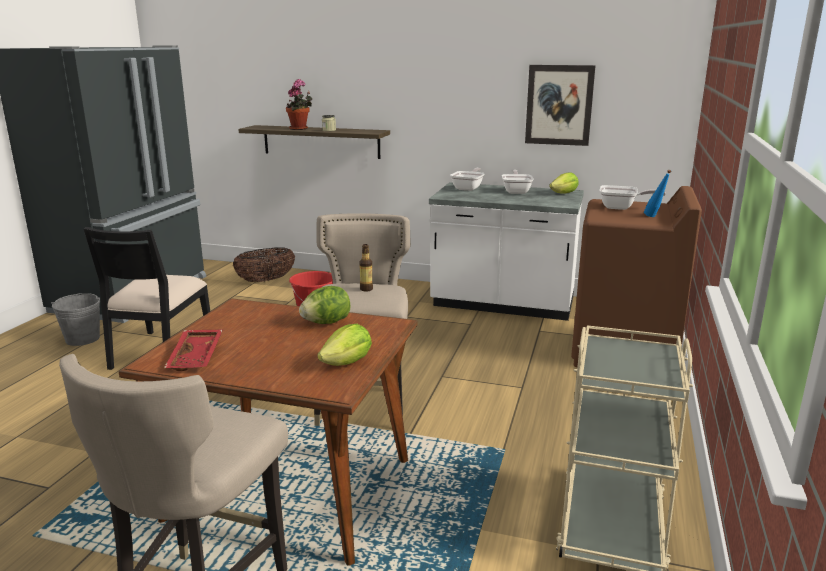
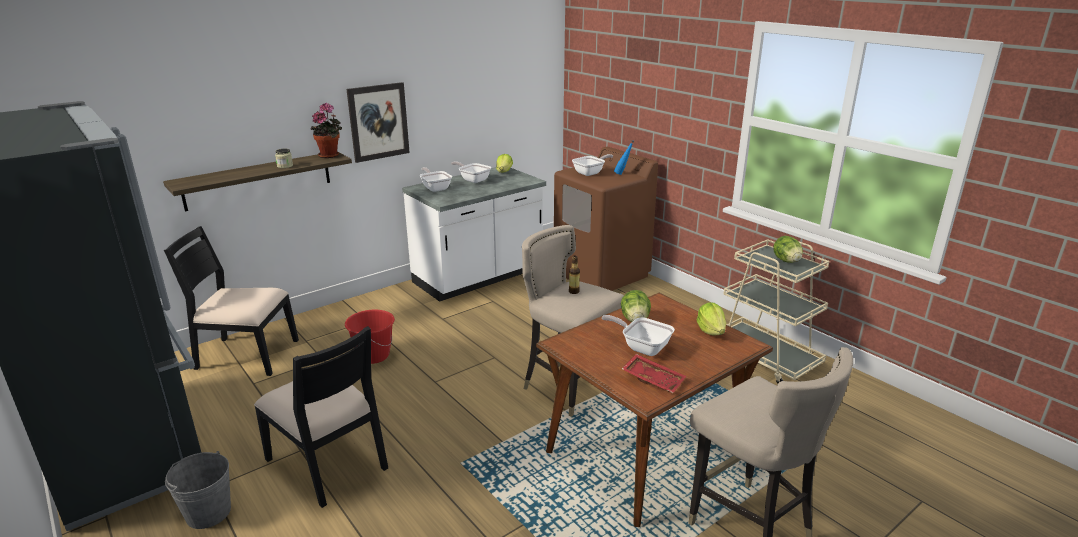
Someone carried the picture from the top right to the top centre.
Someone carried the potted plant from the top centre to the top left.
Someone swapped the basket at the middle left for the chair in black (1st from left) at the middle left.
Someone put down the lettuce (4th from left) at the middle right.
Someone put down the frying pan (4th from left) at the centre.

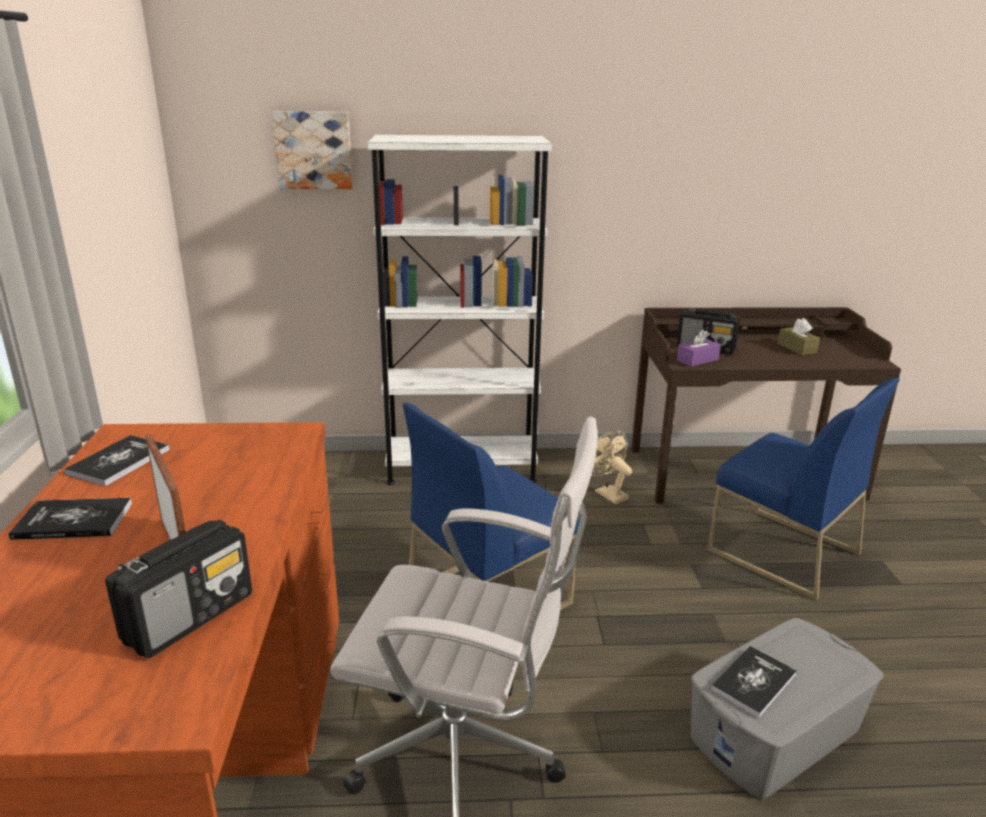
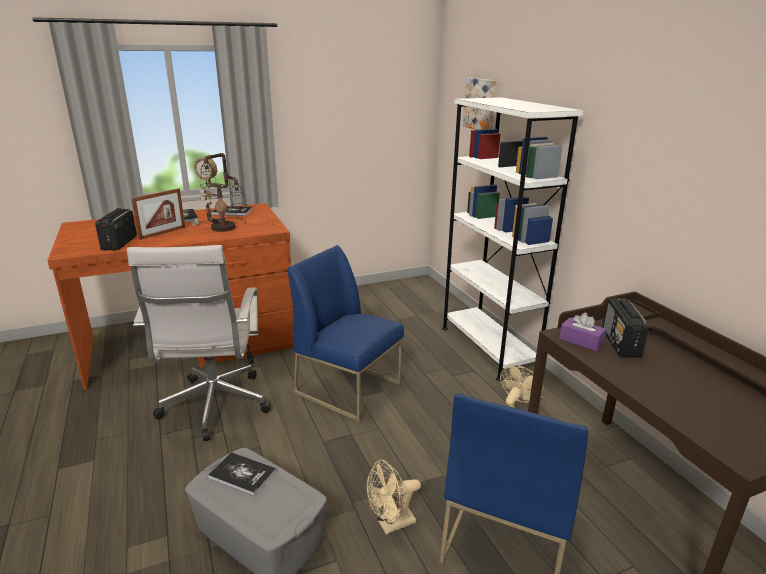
Someone took away the tissue box in brown at the middle right.
Someone rotated the radio (1st from left) at the bottom left by 75 degrees clockwise.
Someone put down the table lamp at the middle left.
Someone put down the fan in beige (1st from left) at the bottom centre.

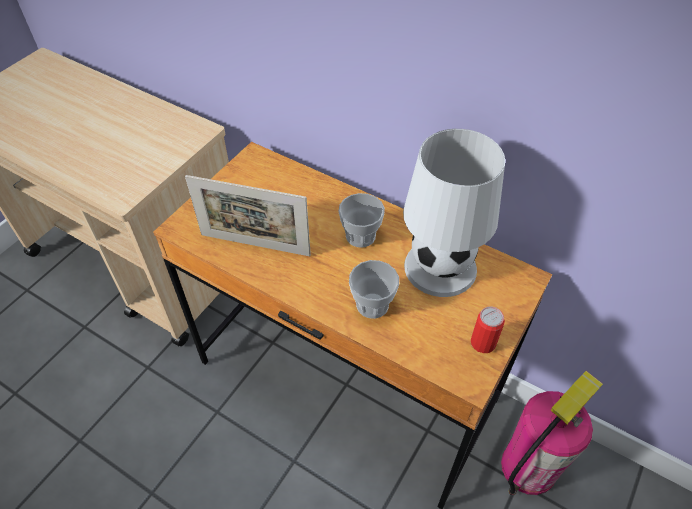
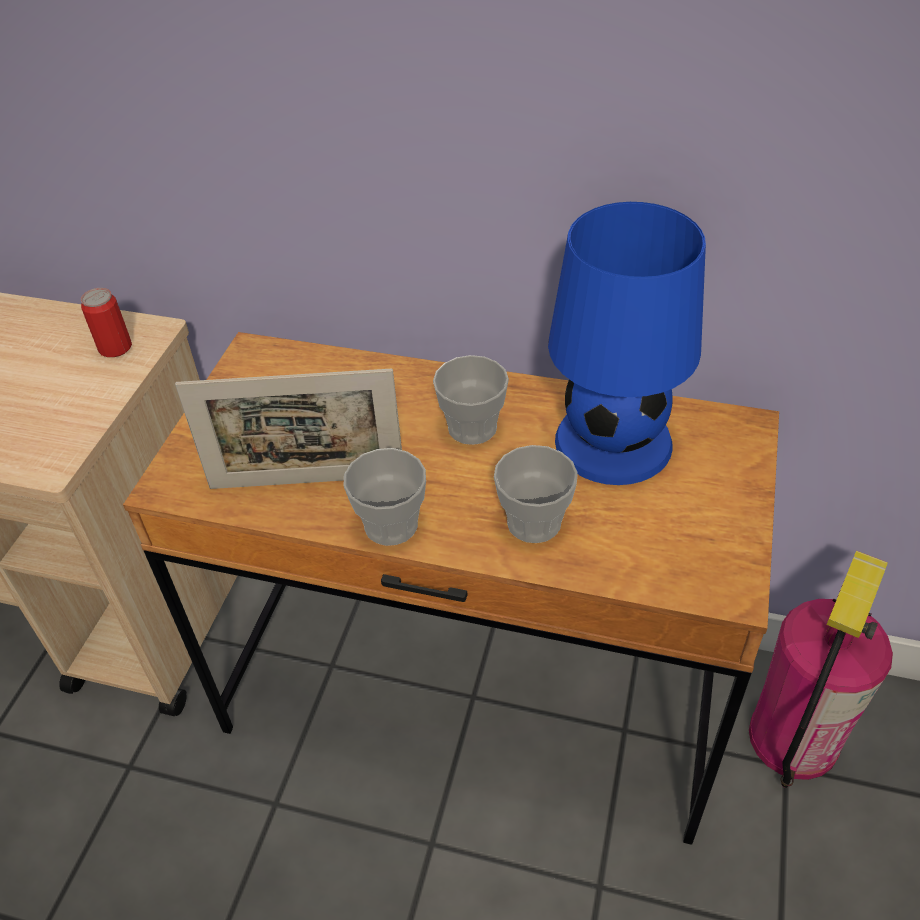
Someone repainted the table lamp in white at the centre, which became the table lamp in blue at the middle right.
Someone carried the can from the middle right to the middle left.
Someone put down the cup (1st from left) at the centre.

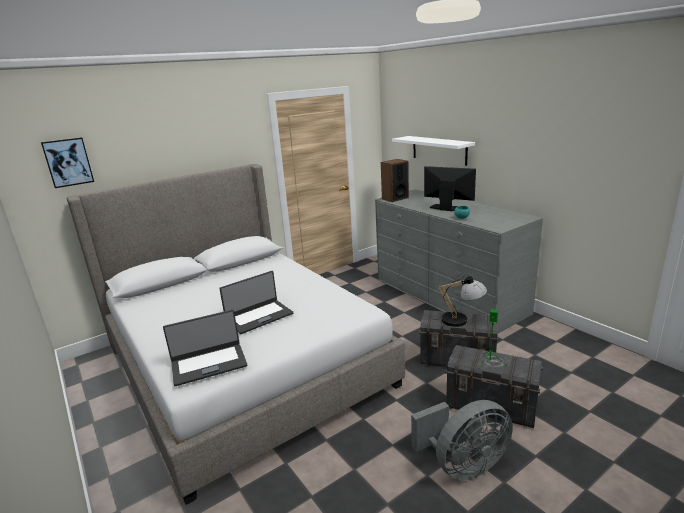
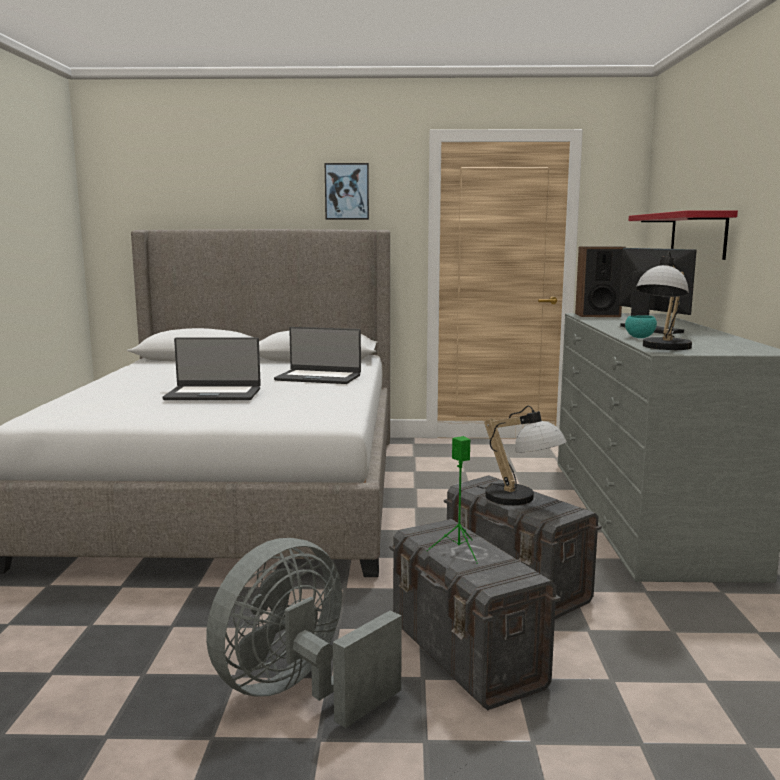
Someone repainted the shelf in white at the top centre, which became the shelf in red at the top right.
Someone carried the picture from the top left to the top centre.
Someone carried the laptop (1st from left in the first image) from the bottom left to the centre.
Someone rotated the fan in grey at the bottom right by 120 degrees clockwise.
Someone put down the table lamp (2nd from left) at the middle right.

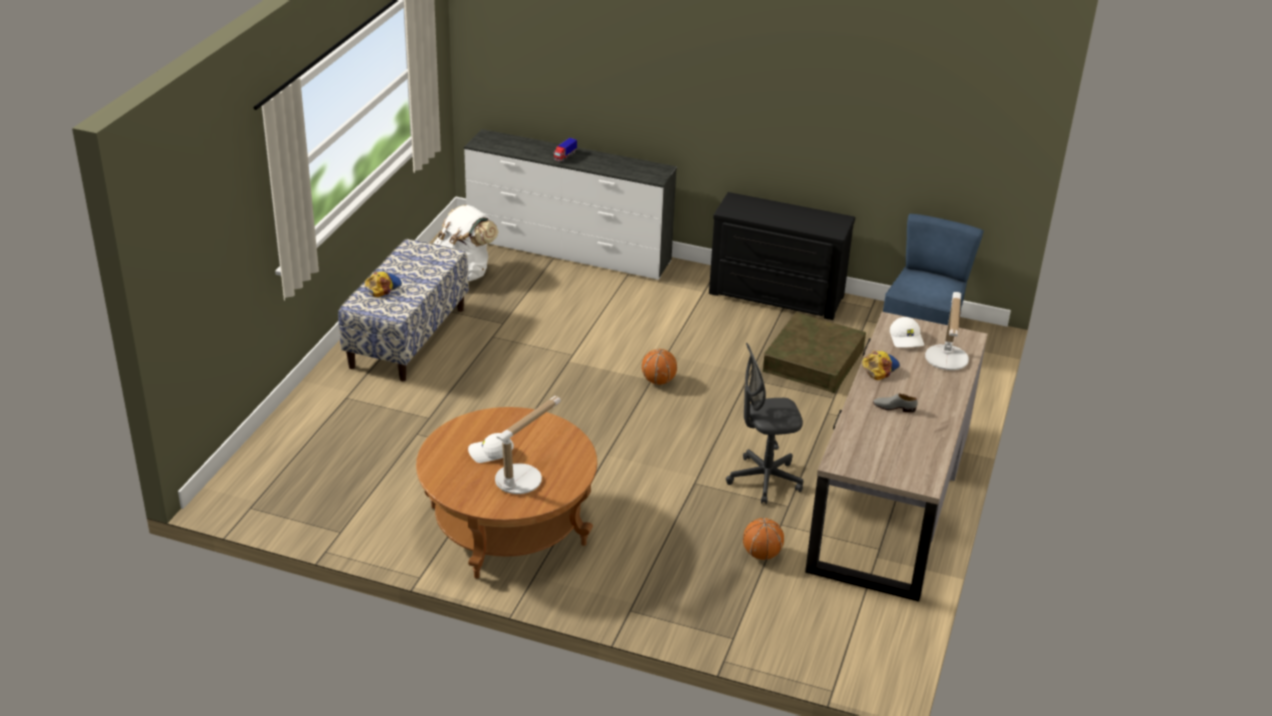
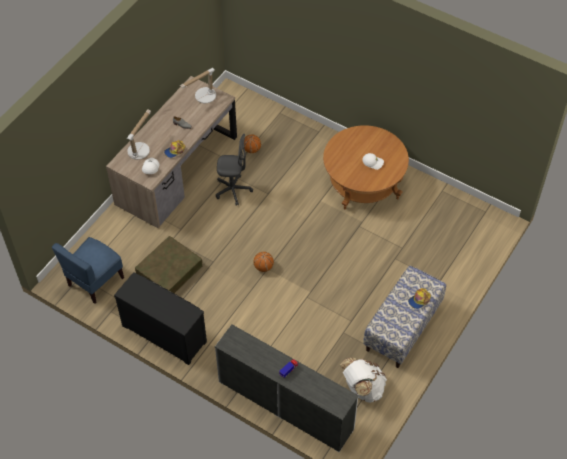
Someone carried the table lamp (1st from left in the first image) from the centre to the top centre.

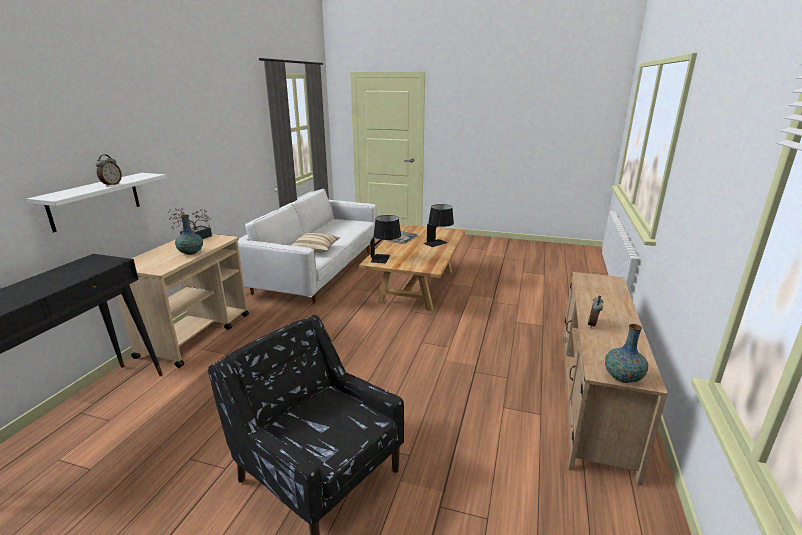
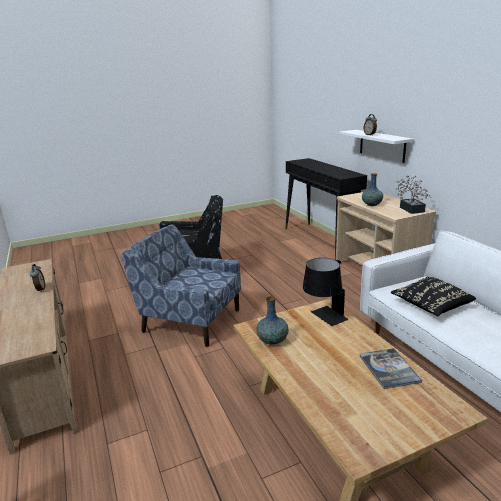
Someone took away the table lamp in black (2nd from left) at the centre.
Someone repainted the pillow in beige at the centre, which became the pillow in black at the middle right.
Someone carried the vase (2nd from left in the first image) from the middle right to the centre.
Someone put down the armchair in blue at the centre.

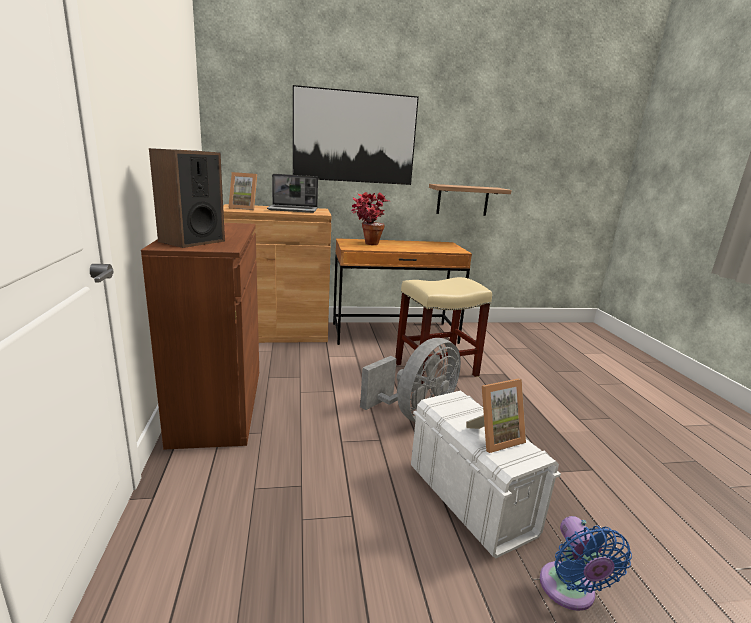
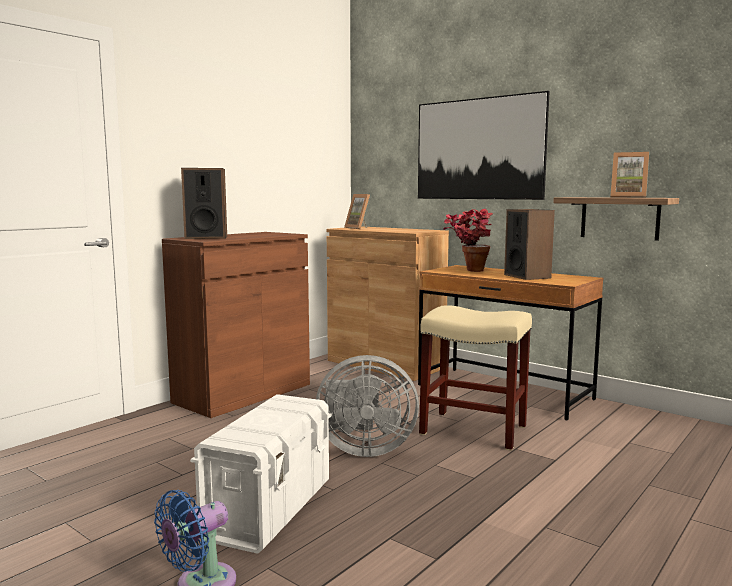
Someone took away the laptop at the top centre.
Someone carried the picture frame (2nd from left) from the bottom centre to the top right.
Someone put down the speaker (2nd from left) at the middle right.

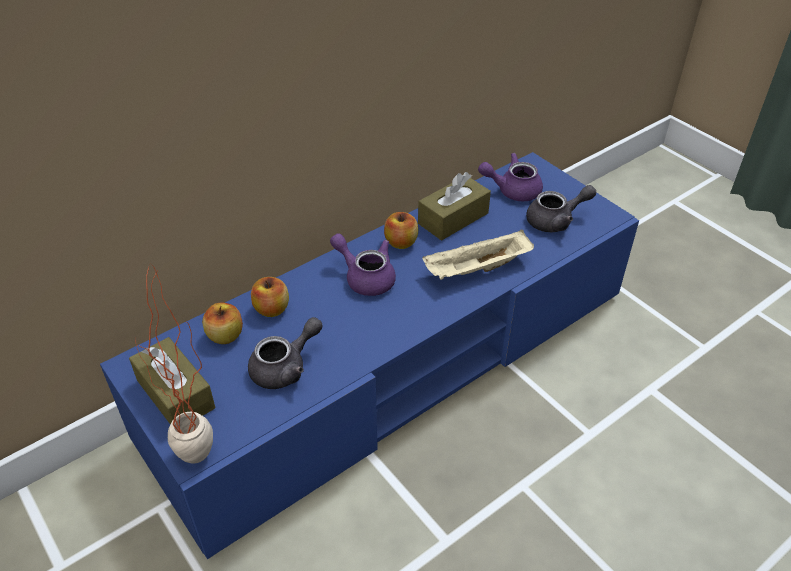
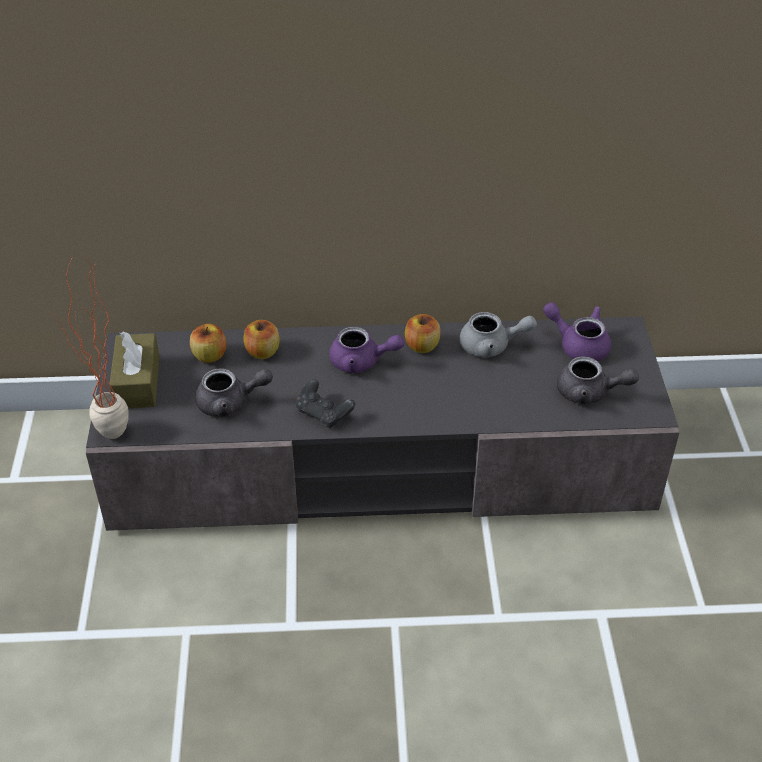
Someone repainted the tv stand in blue at the centre, which became the tv stand in grey at the centre.
Someone swapped the tissue box in brown (2nd from left) at the centre for the teapot in grey (2nd from left) at the centre.
Someone took away the tray in beige at the centre.
Someone rotated the teapot in purple (1st from left) at the centre by 120 degrees clockwise.
Someone put down the game controller in black at the centre.

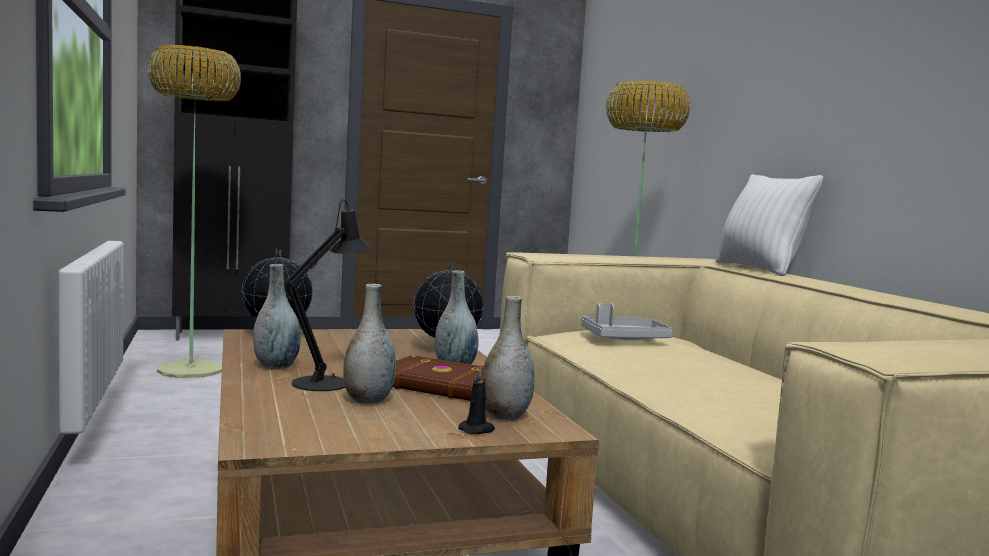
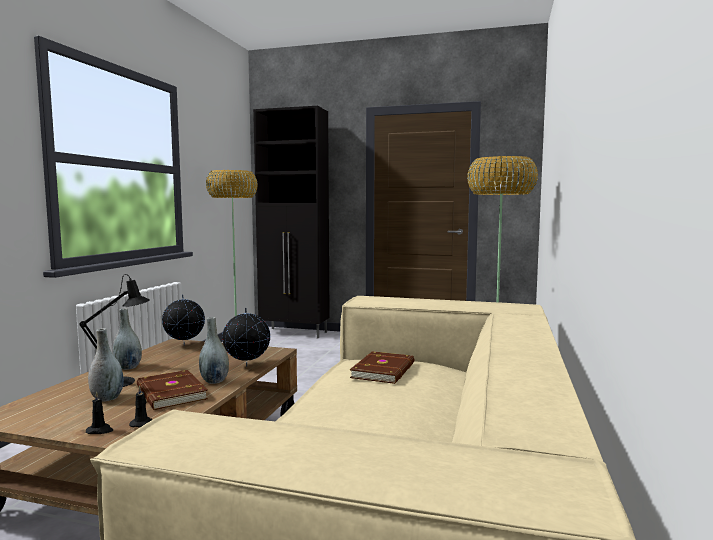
Someone took away the pillow in white at the middle right.
Someone swapped the vase in grey (4th from left) at the centre for the candle in black (2nd from left) at the bottom left.
Someone swapped the tray in grey at the centre for the book in brown (2nd from left) at the bottom centre.

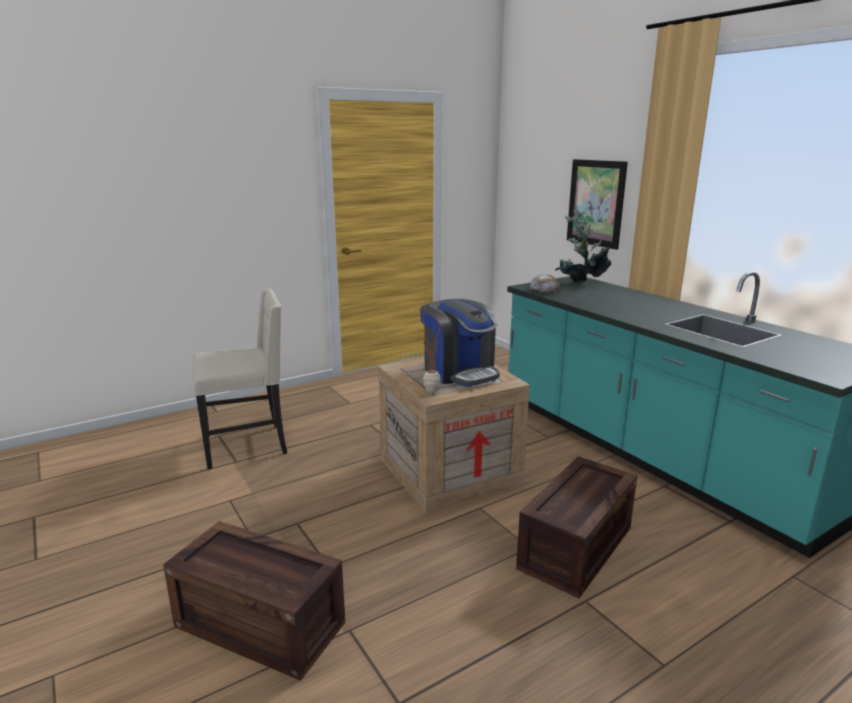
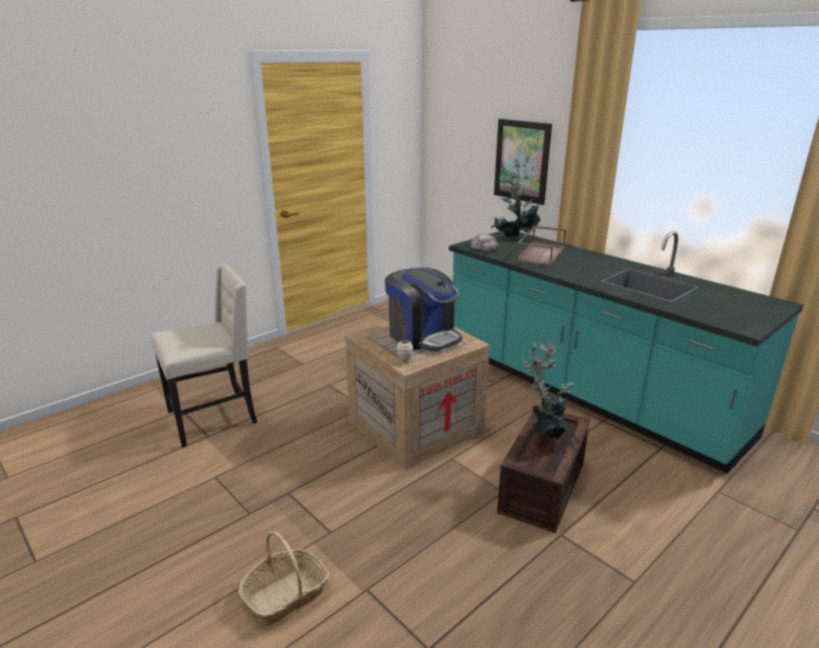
Someone swapped the crate (1st from left) at the bottom left for the basket at the bottom centre.
Someone put down the tray in brown at the centre.
Someone put down the potted plant (3rd from left) at the middle right.

